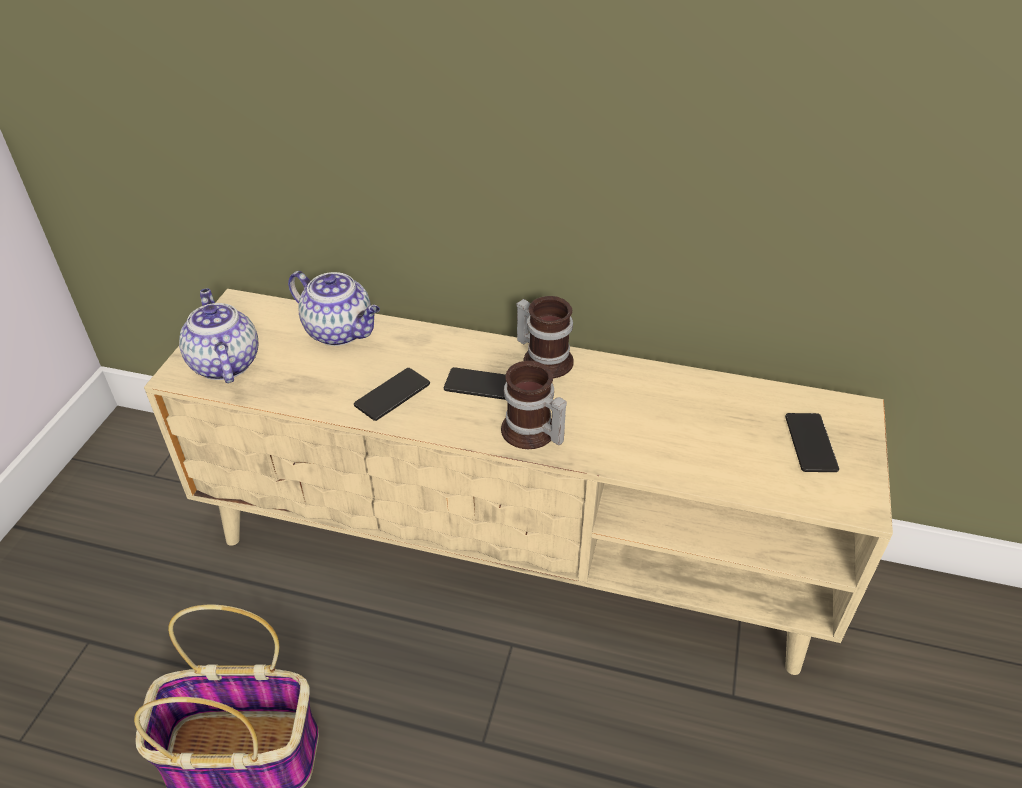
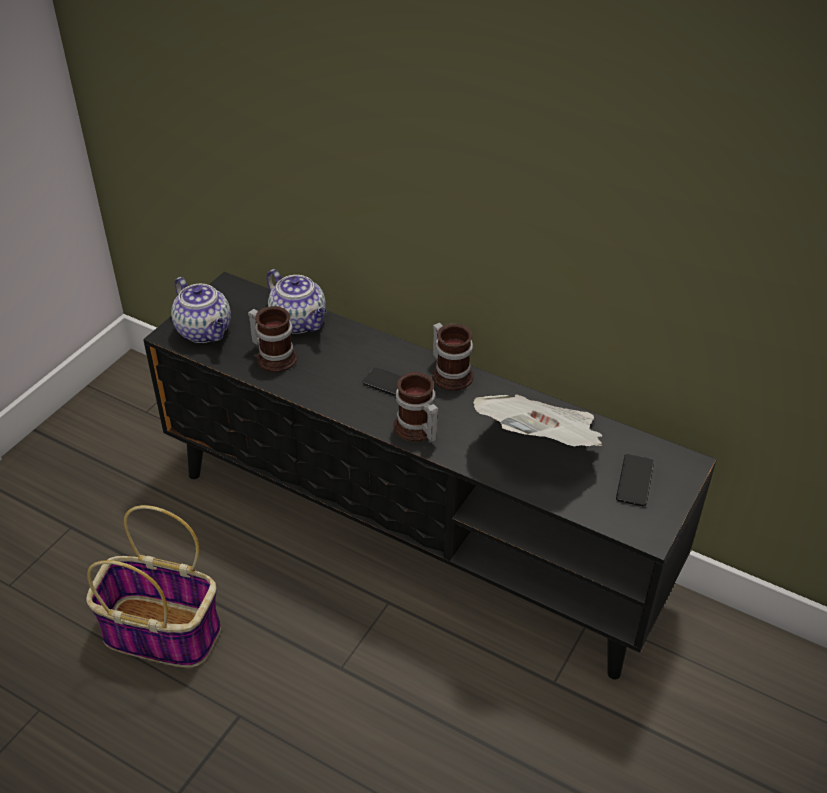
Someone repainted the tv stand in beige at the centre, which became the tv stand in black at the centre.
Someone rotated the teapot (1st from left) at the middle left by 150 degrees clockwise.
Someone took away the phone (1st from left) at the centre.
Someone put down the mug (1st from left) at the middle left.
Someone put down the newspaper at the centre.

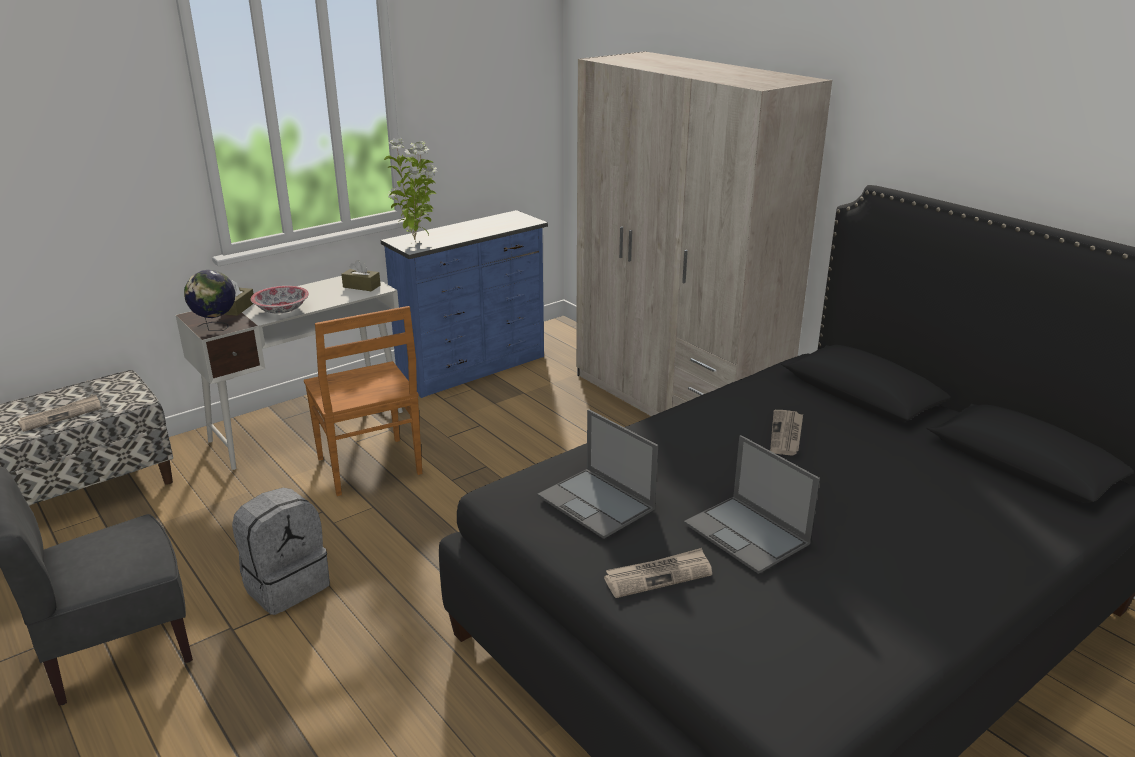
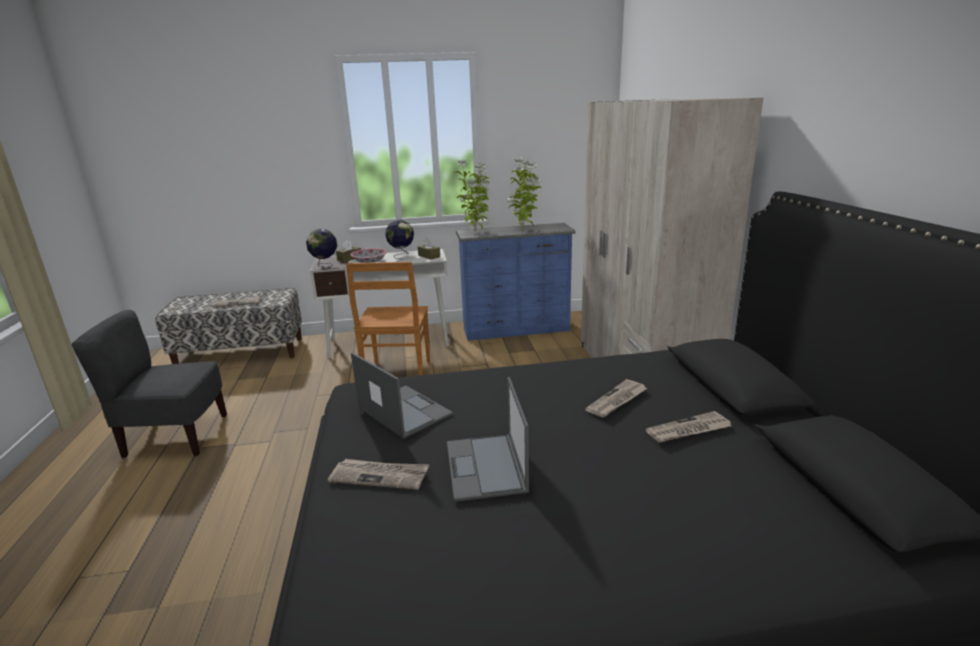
Someone rotated the laptop (1st from left) at the centre by 150 degrees clockwise.
Someone took away the backpack in grey at the bottom left.
Someone put down the potted plant (2nd from left) at the top centre.
Someone put down the globe (2nd from left) at the centre.
Someone put down the newspaper (4th from left) at the middle right.

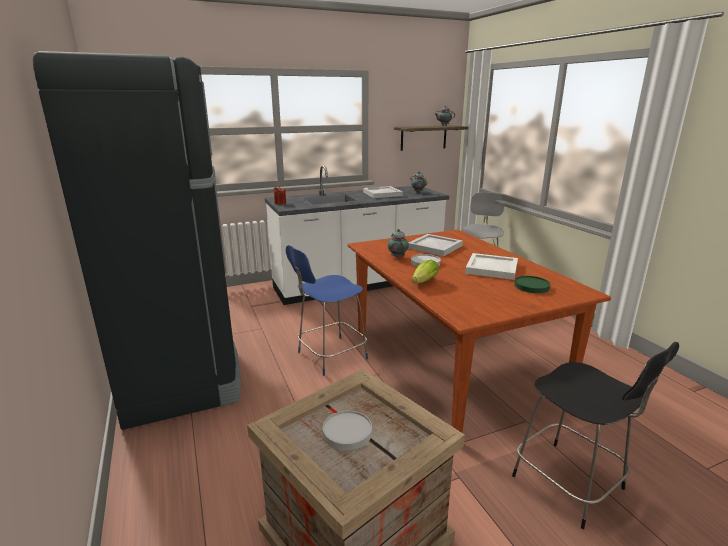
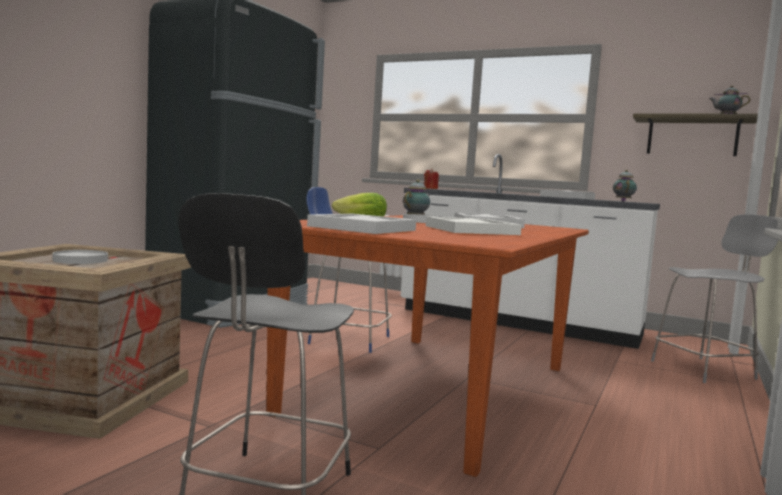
Someone took away the plate in green at the middle right.
Someone put down the tray in white (1st from left) at the centre.

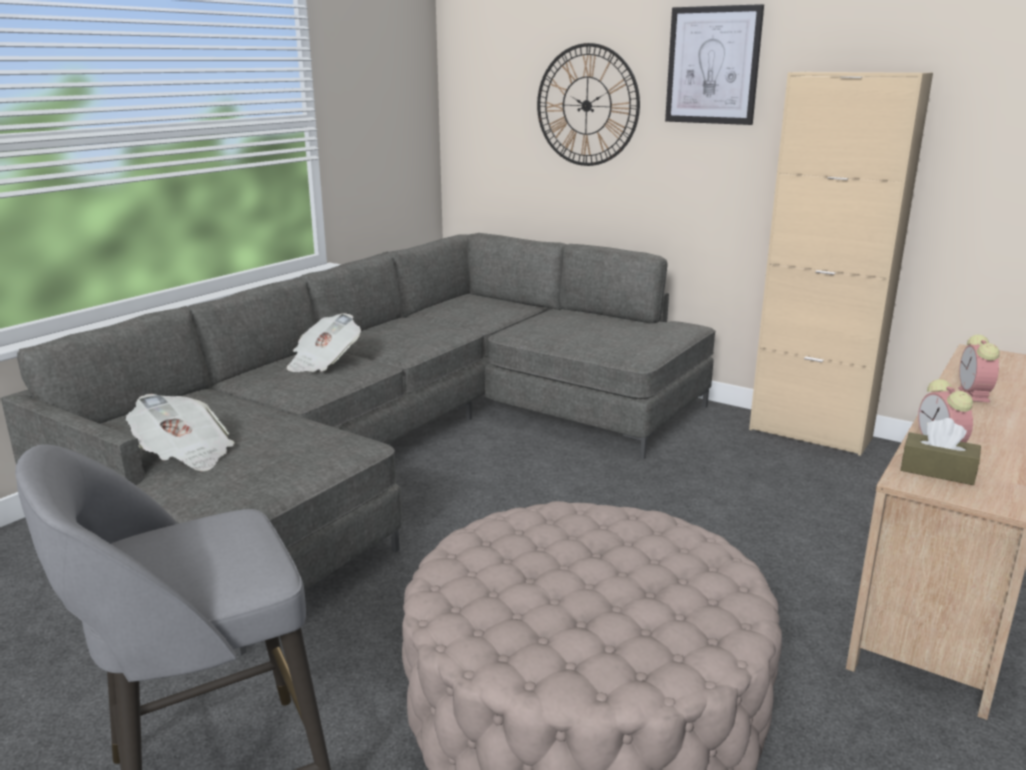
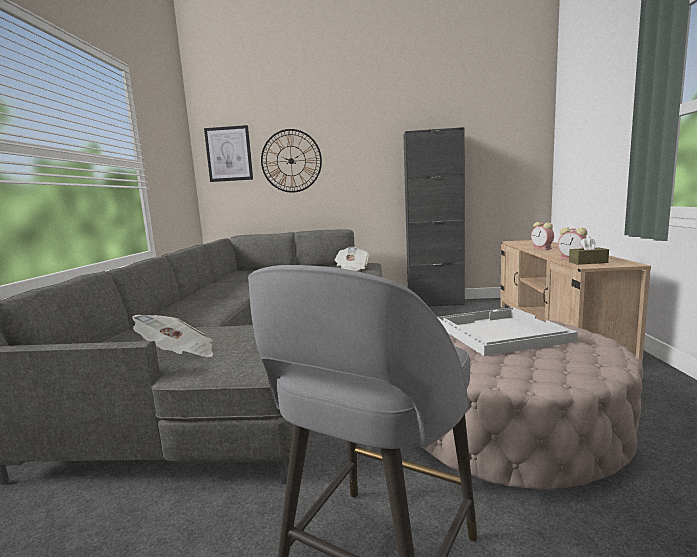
Someone carried the picture from the top right to the top left.
Someone repainted the cabinet in beige at the middle right, which became the cabinet in black at the centre.
Someone carried the newspaper (2nd from left) from the middle left to the centre.
Someone put down the tray in white at the middle right.

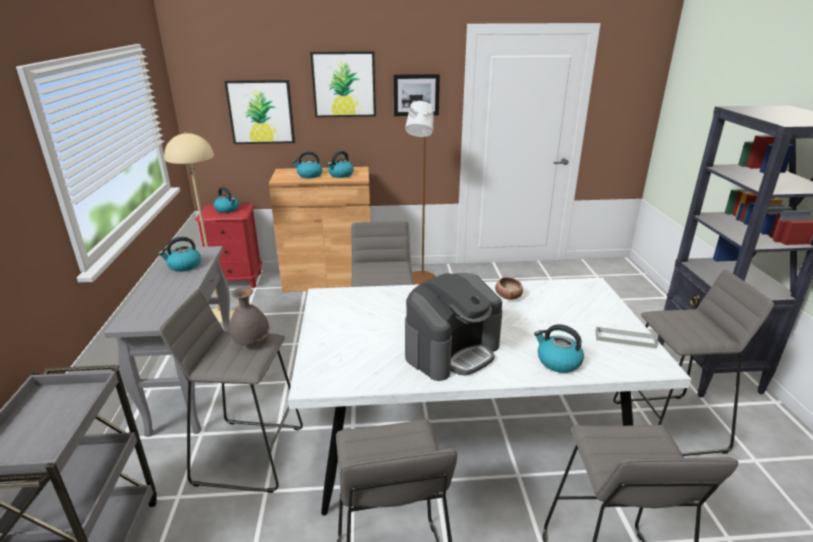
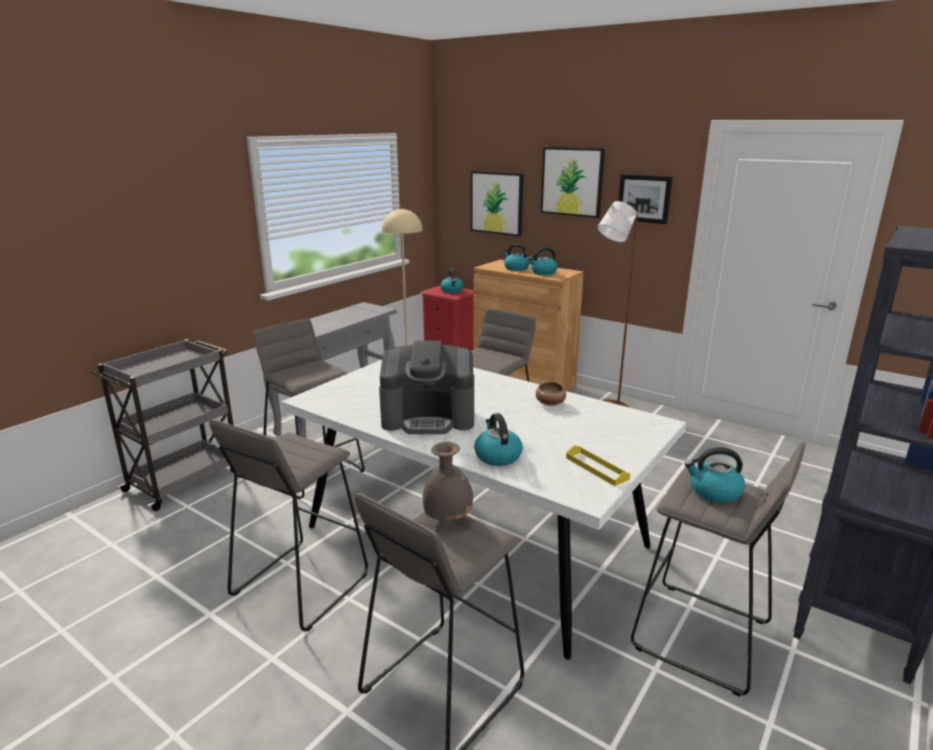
Someone carried the kettle (1st from left in the first image) from the middle left to the middle right.
Someone carried the vase in grey from the middle left to the centre.
Someone repainted the tray in grey at the middle right, which became the tray in yellow at the centre.

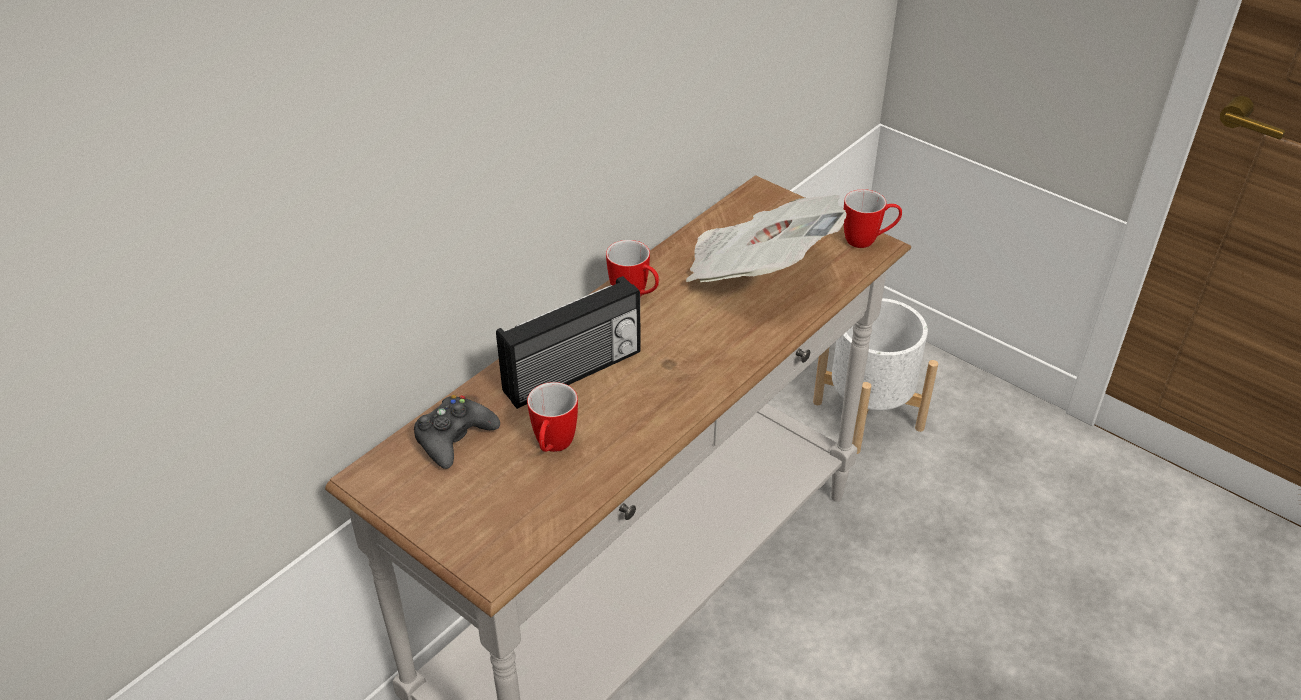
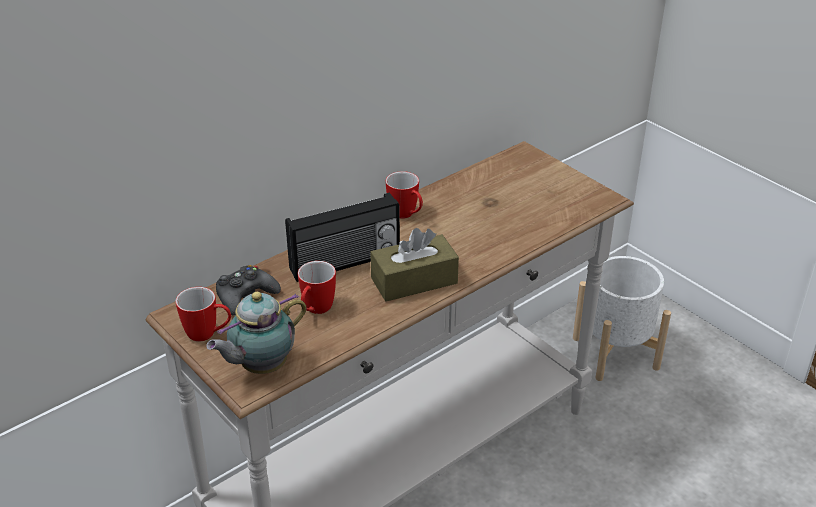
Someone carried the mug (3rd from left in the first image) from the top right to the middle left.
Someone took away the newspaper at the centre.
Someone put down the tissue box in brown at the centre.
Someone put down the teapot at the middle left.

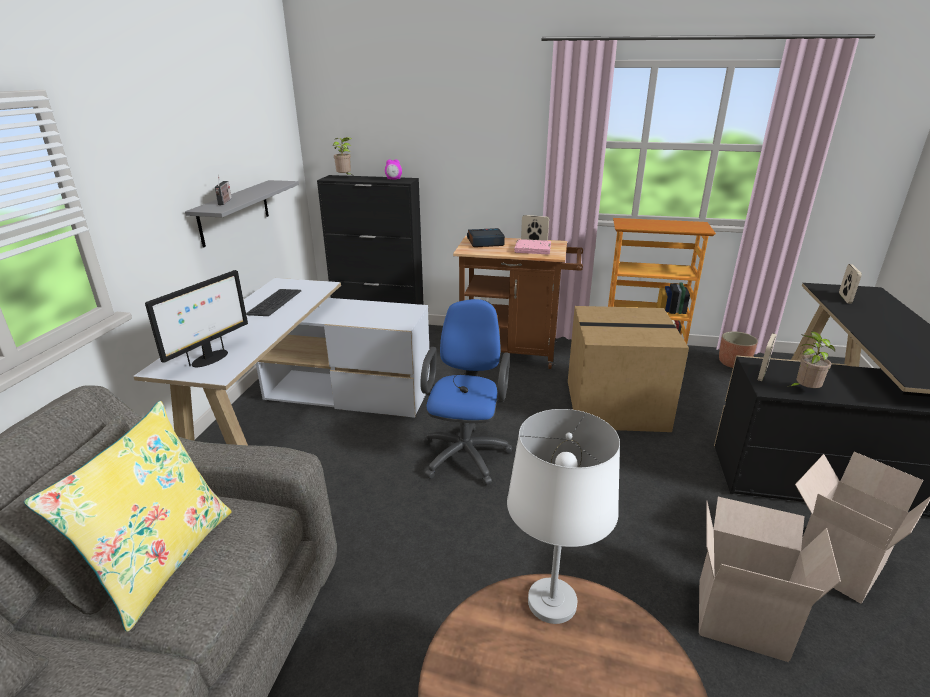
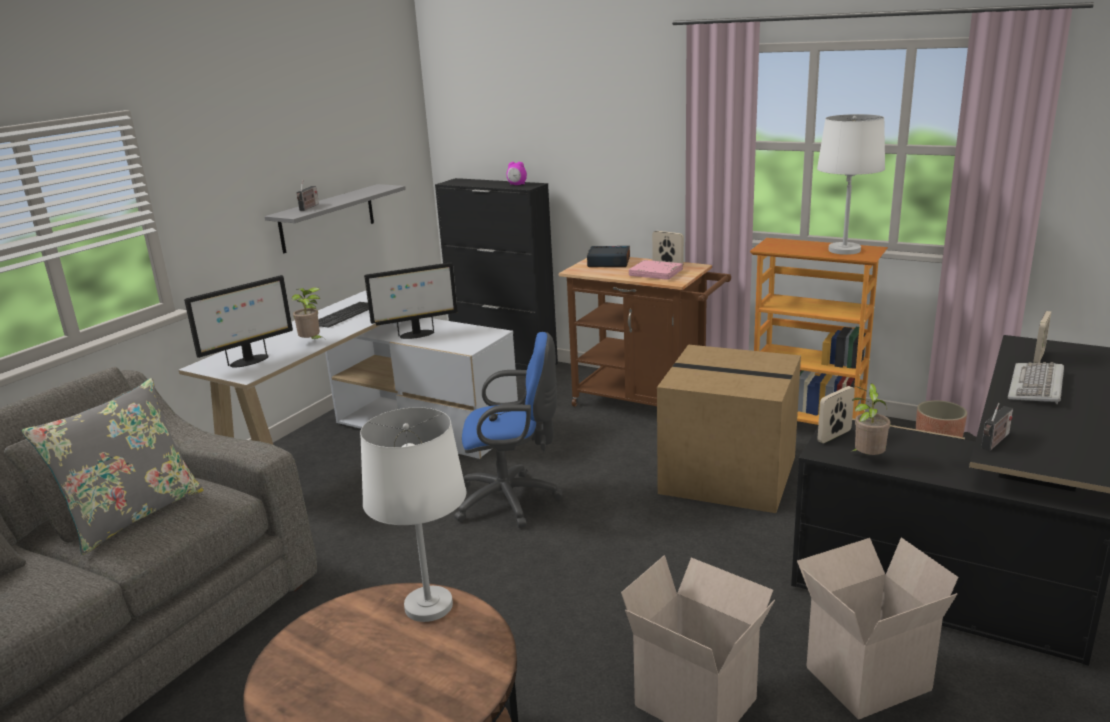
Someone carried the potted plant (1st from left) from the top centre to the middle left.
Someone rotated the office chair in blue at the centre by 60 degrees clockwise.
Someone repainted the pillow in yellow at the bottom left, which became the pillow in grey at the middle left.
Someone put down the table lamp in white (2nd from left) at the top right.
Someone put down the monitor (2nd from left) at the centre.
Someone put down the keyboard (2nd from left) at the middle right.
Someone put down the radio (2nd from left) at the middle right.

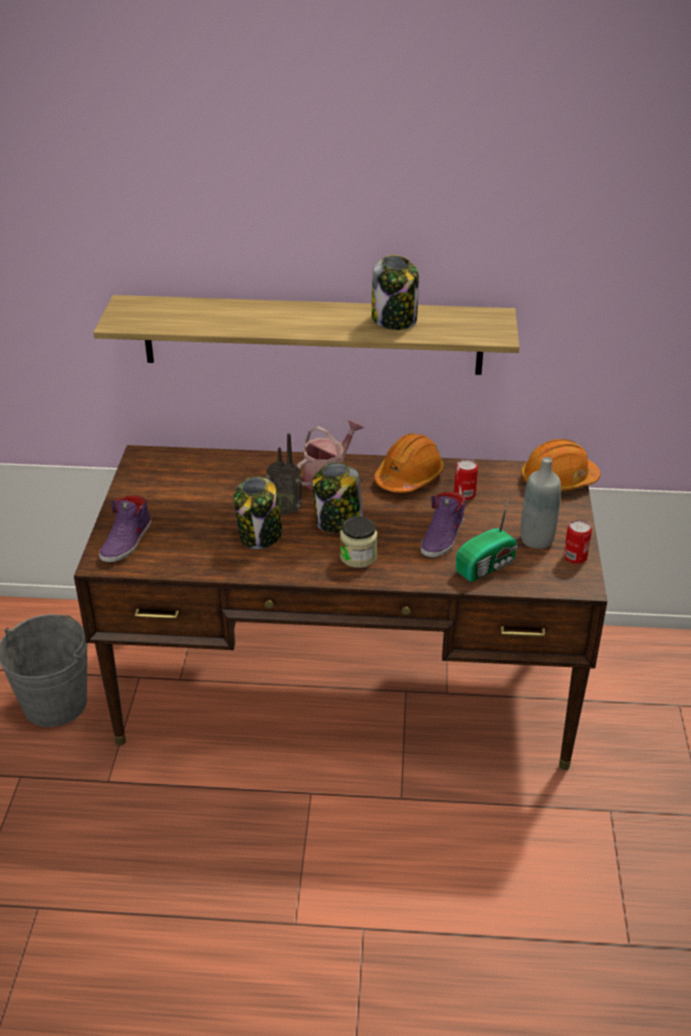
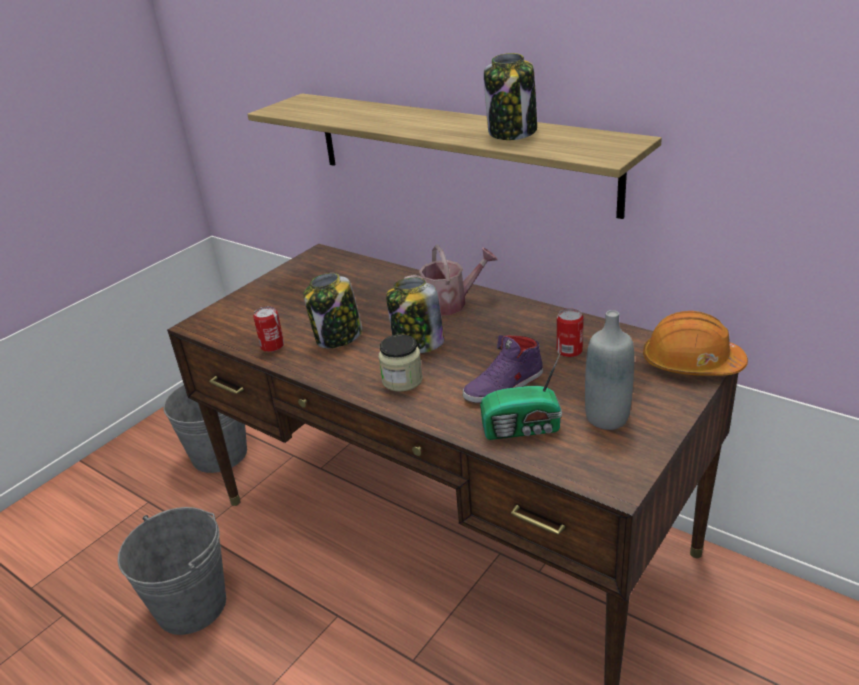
Someone took away the radio (1st from left) at the centre.
Someone took away the hard hat in orange (1st from left) at the centre.
Someone took away the shoe in purple (1st from left) at the middle left.
Someone carried the can (2nd from left in the first image) from the middle right to the middle left.
Someone put down the bucket in grey (1st from left) at the bottom left.

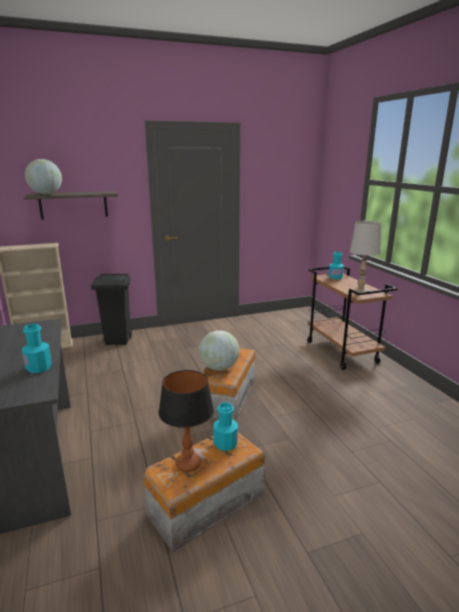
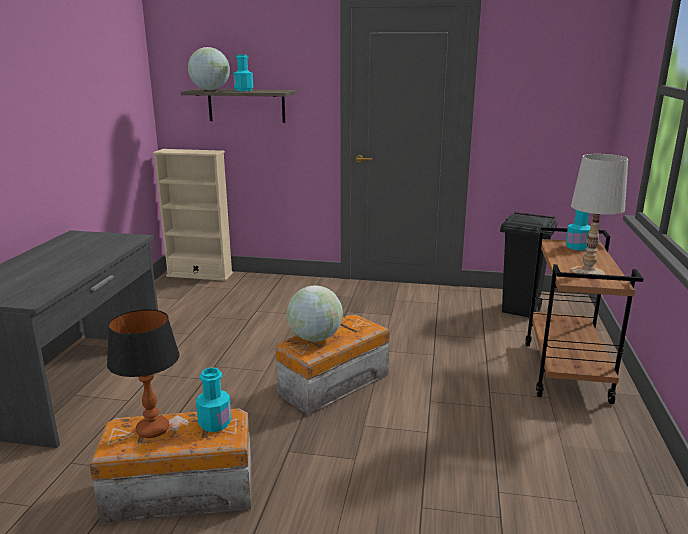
Someone carried the trash can in black from the middle left to the middle right.
Someone carried the bottle in turquoise (1st from left in the first image) from the middle left to the top centre.

